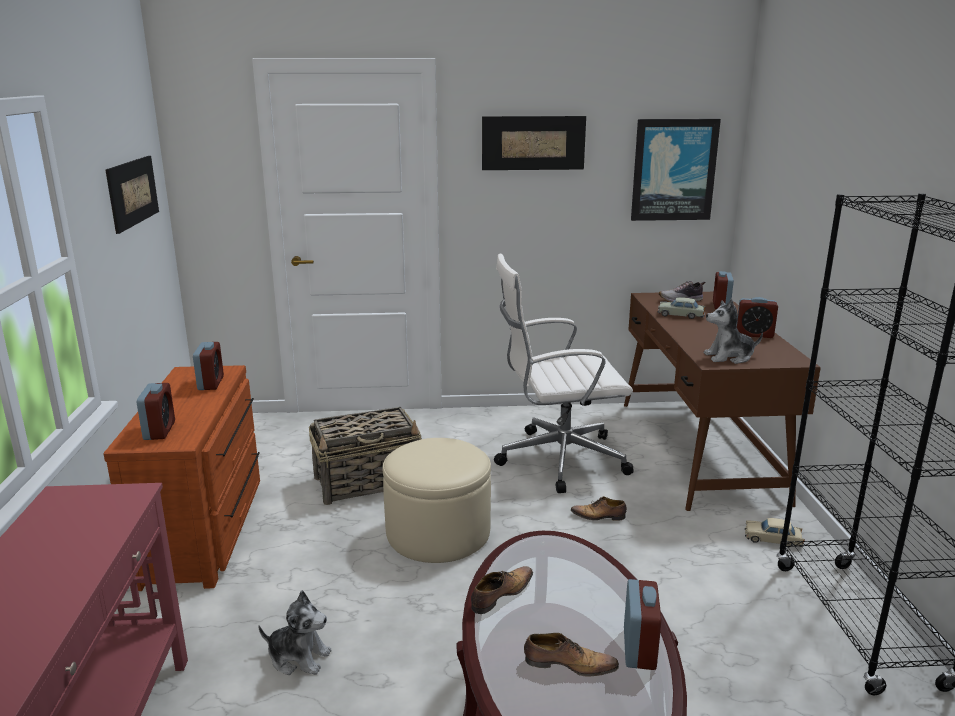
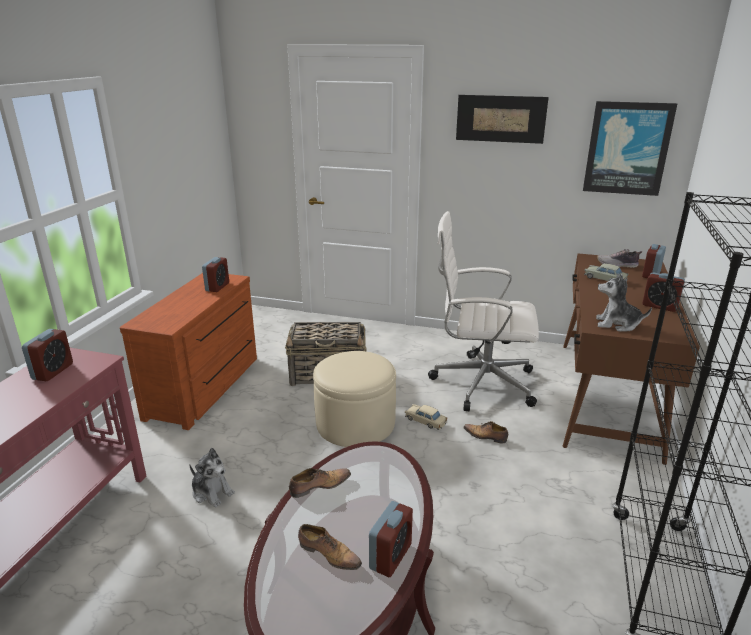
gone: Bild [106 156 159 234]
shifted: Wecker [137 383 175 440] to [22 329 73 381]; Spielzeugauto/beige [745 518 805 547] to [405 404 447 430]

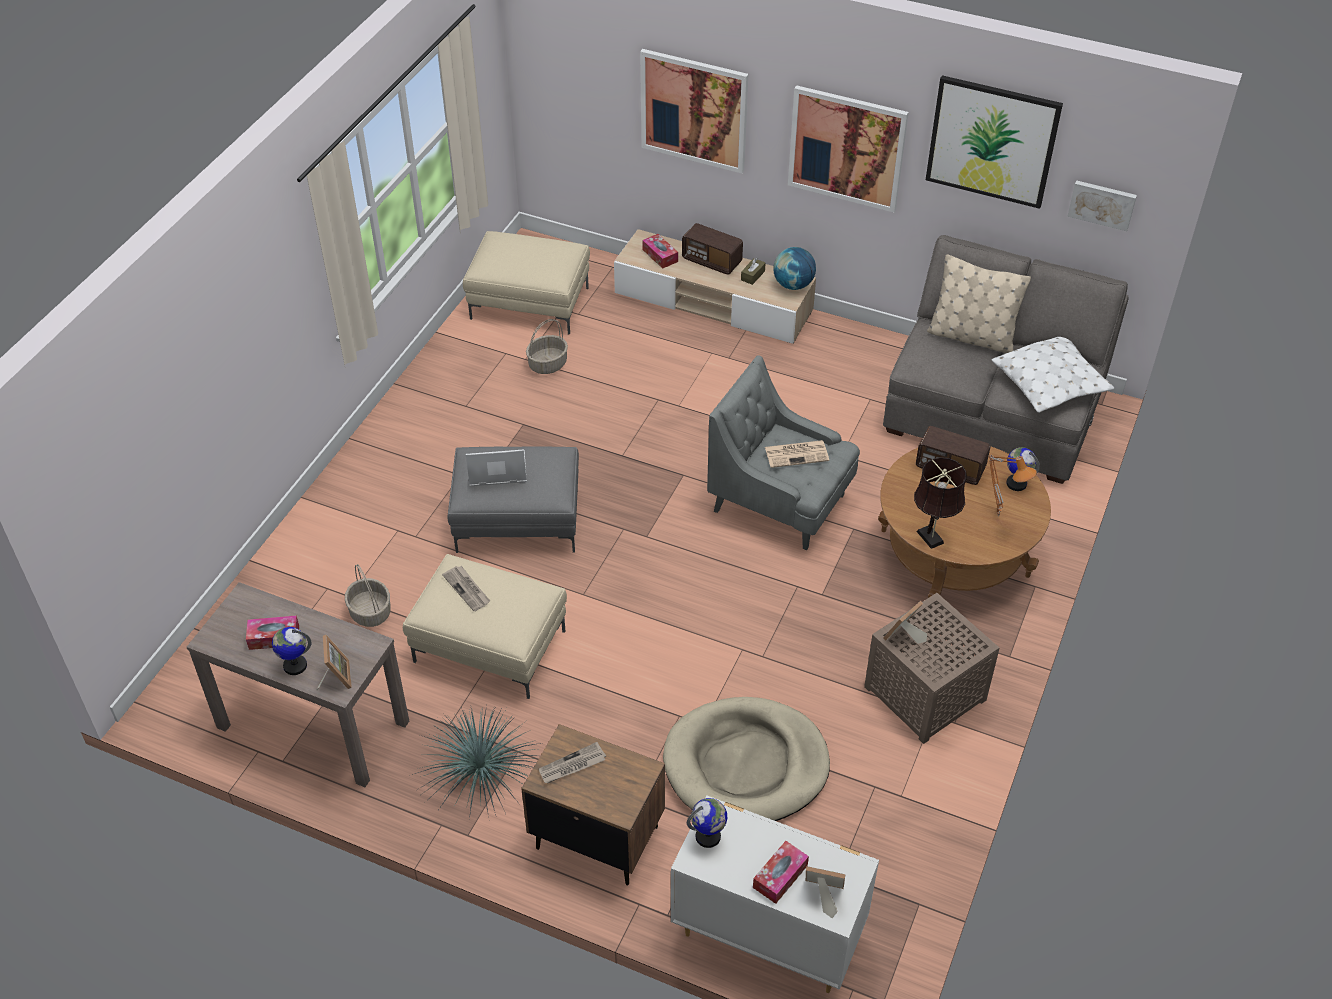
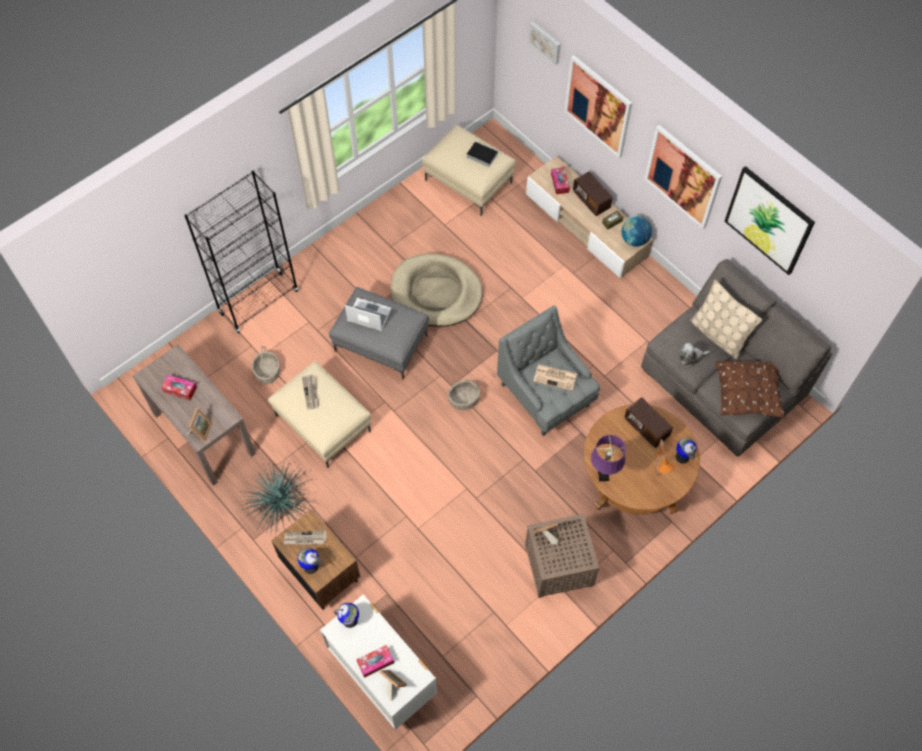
new: Bücherregal/schwarz [184 171 298 333]; Buch [467 141 498 167]; Plüschtier [680 343 711 366]
shifted: Globus [272 627 312 675] to [298 548 322 574]; Korb [526 319 568 374] to [448 379 480 410]; Hundebett/beige [663 697 830 821] to [391 253 483 327]; Bild [1067 180 1137 231] to [529 21 561 65]
repainted: Tischlampe/braun [914 457 967 549] to Tischlampe/lila [591 435 626 481]; Kissen/weiß [992 337 1114 413] to Kissen/braun [715 361 785 418]

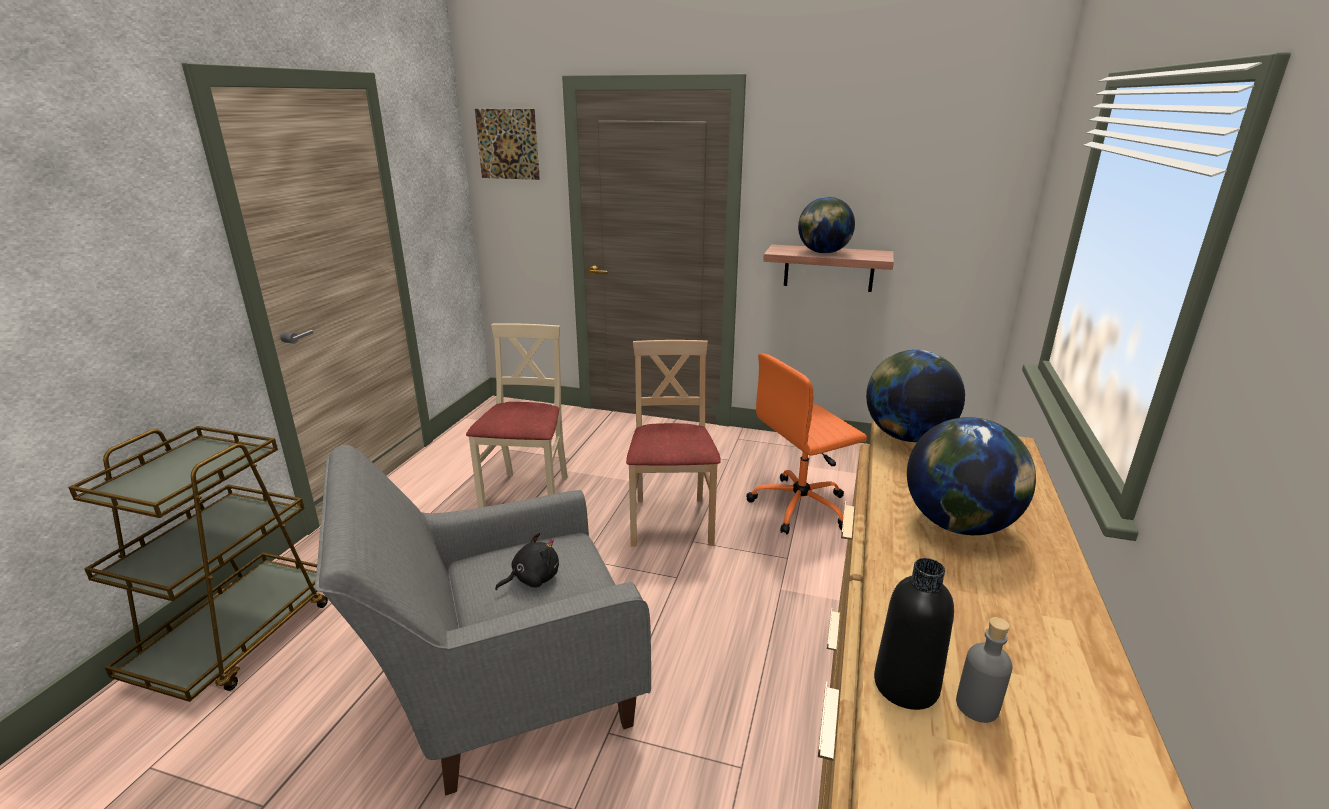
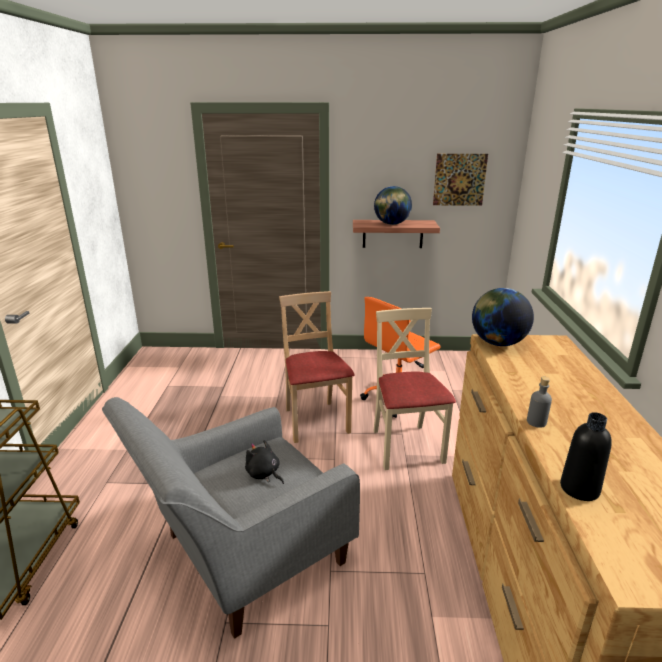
gone: Globus [907 417 1036 535]
shifted: Stuhl/beige [466 323 568 508] to [373 308 456 470]; Bild [475 109 540 180] to [433 154 488 206]; Flasche/grau [956 617 1013 723] to [527 377 552 428]
rotated: Plüschtier/schwarz [495 533 559 590] = [245 440 284 484] 90 degrees counterclockwise

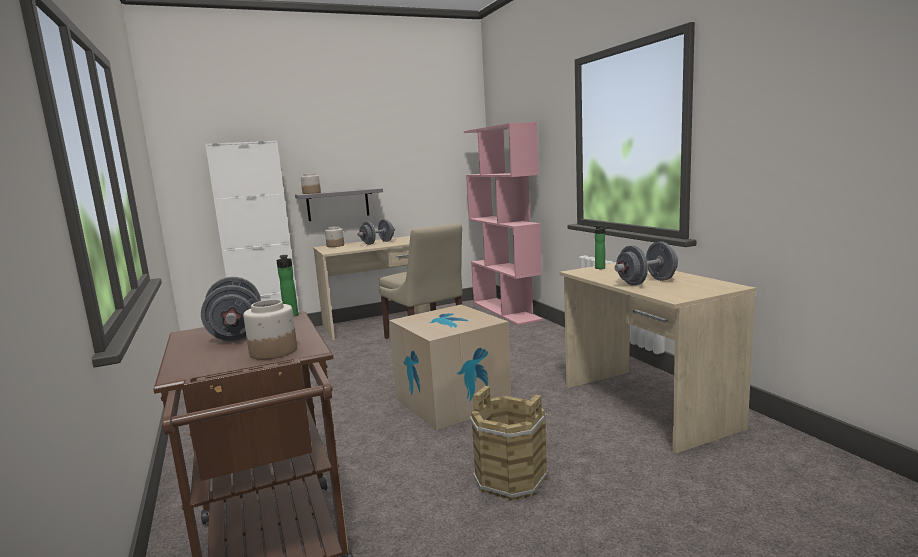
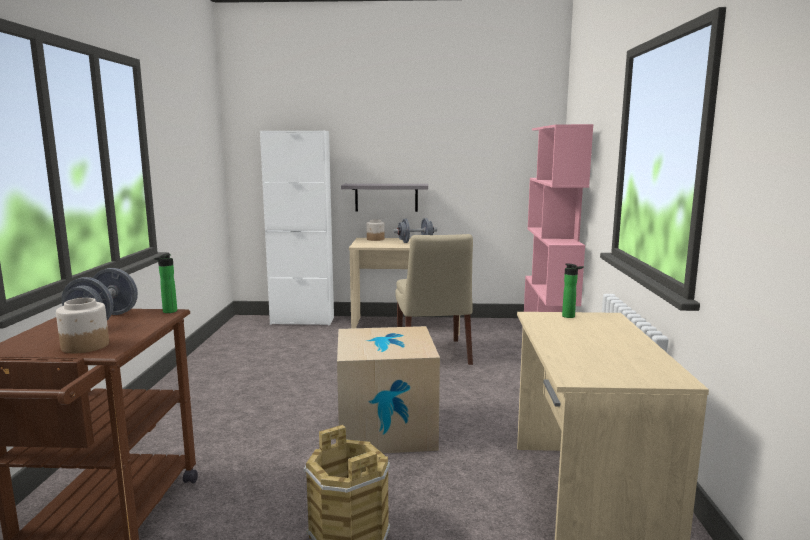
gone: Vorratsglas [301 173 321 194]; Hantel/grau [614 242 678 286]

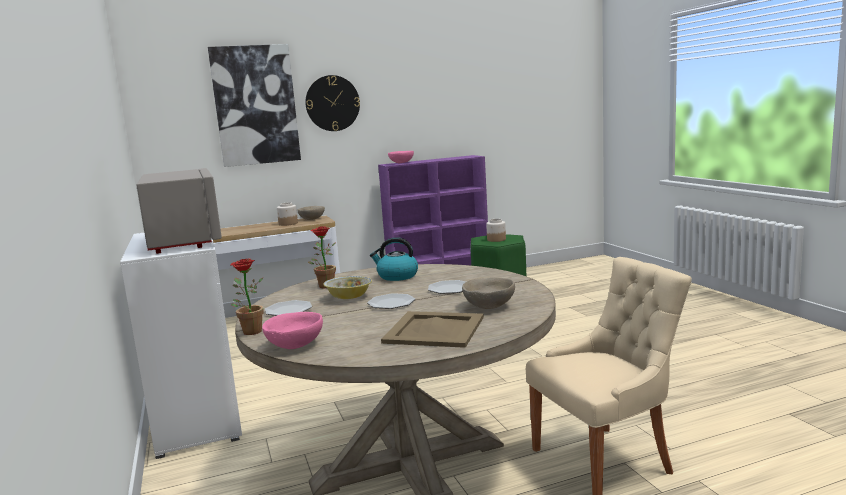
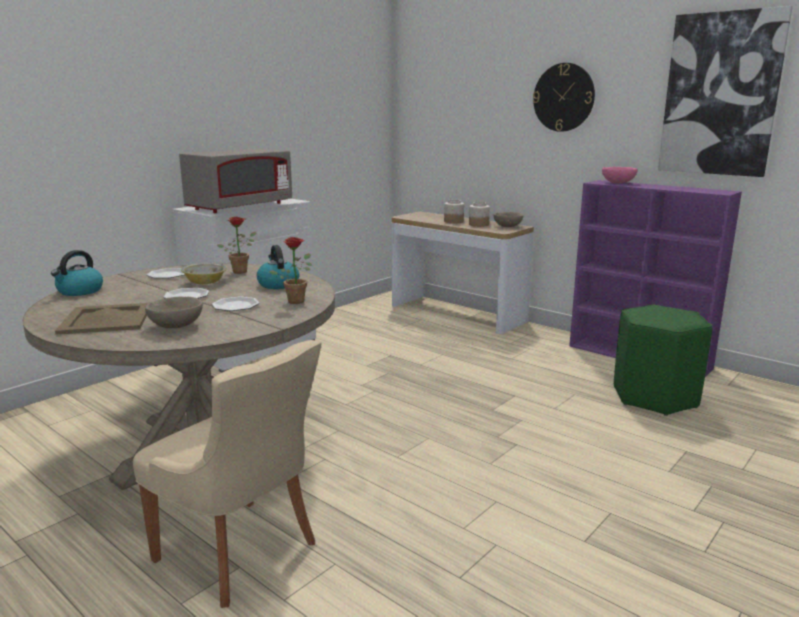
shifted: Bild [208 44 301 167] to [658 6 793 177]; Topfpflanze [230 258 263 335] to [269 237 312 304]; Vorratsglas [486 219 506 242] to [444 200 464 224]
swapped: Schüssel/rosa [262 312 323 349] to Wasserkessel [51 250 103 296]

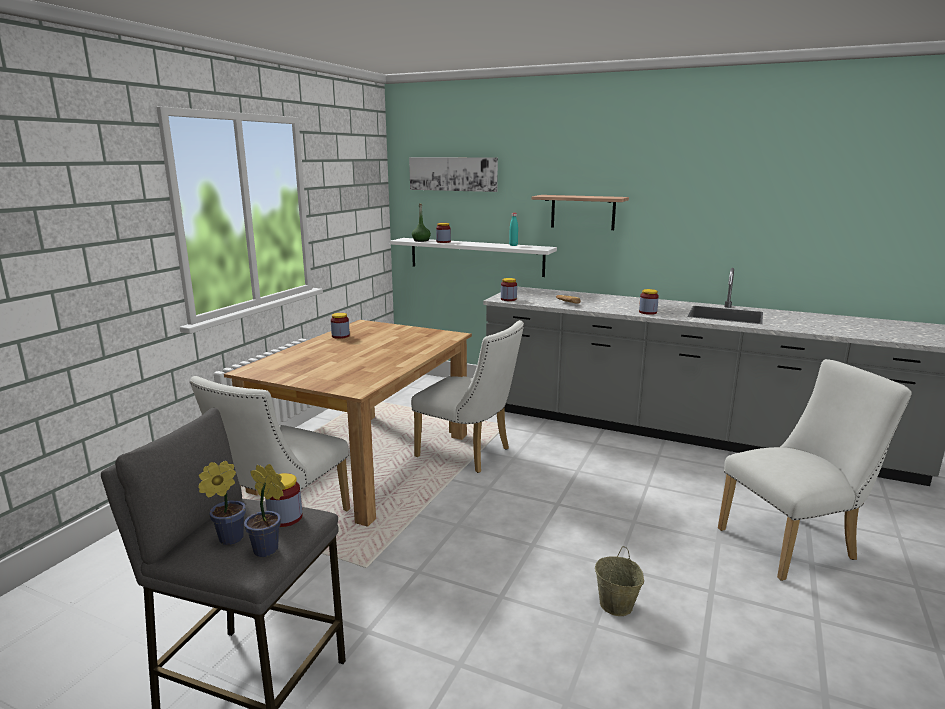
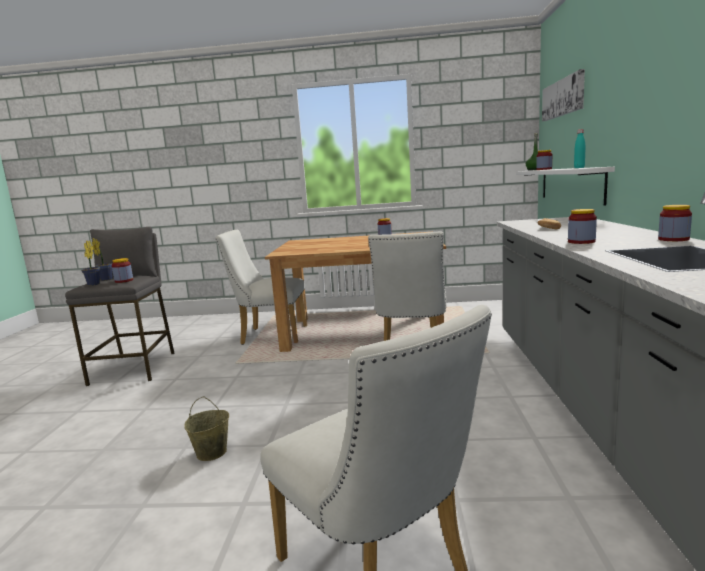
gone: Wandregal [531 195 629 230]
shifted: Vorratsglas [501 278 517 301] to [658 205 692 241]

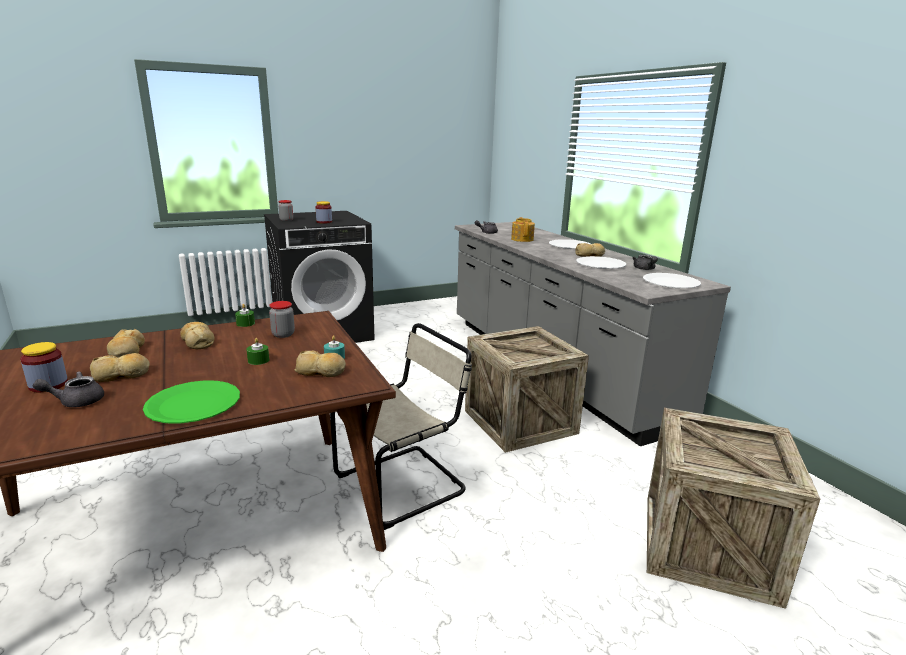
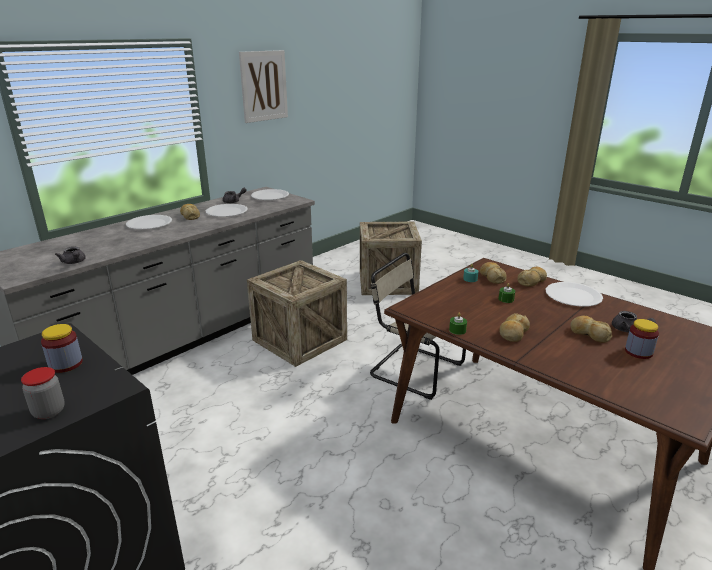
gone: Vorratsglas [269 301 295 338]; Teekanne [511 217 535 242]
new: Bild [239 50 288 123]
shifted: Brot [107 328 145 358] to [517 266 547 287]
repainted: Teller/grün [143 380 240 424] to Teller/weiß [546 282 603 307]

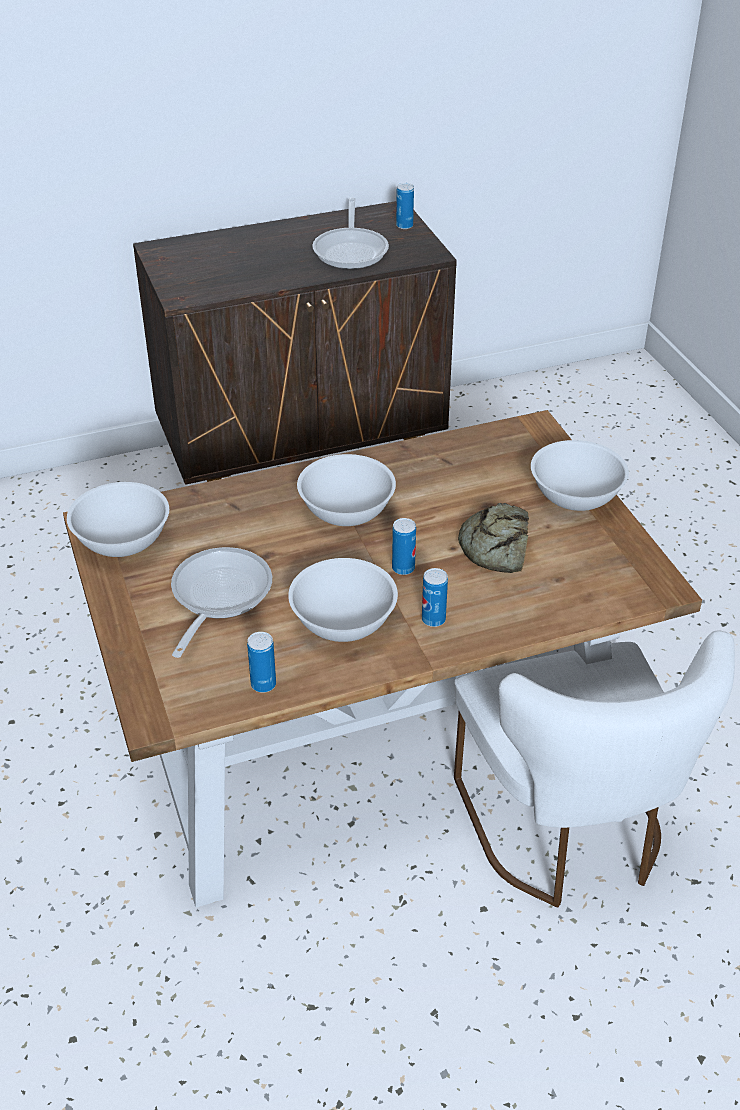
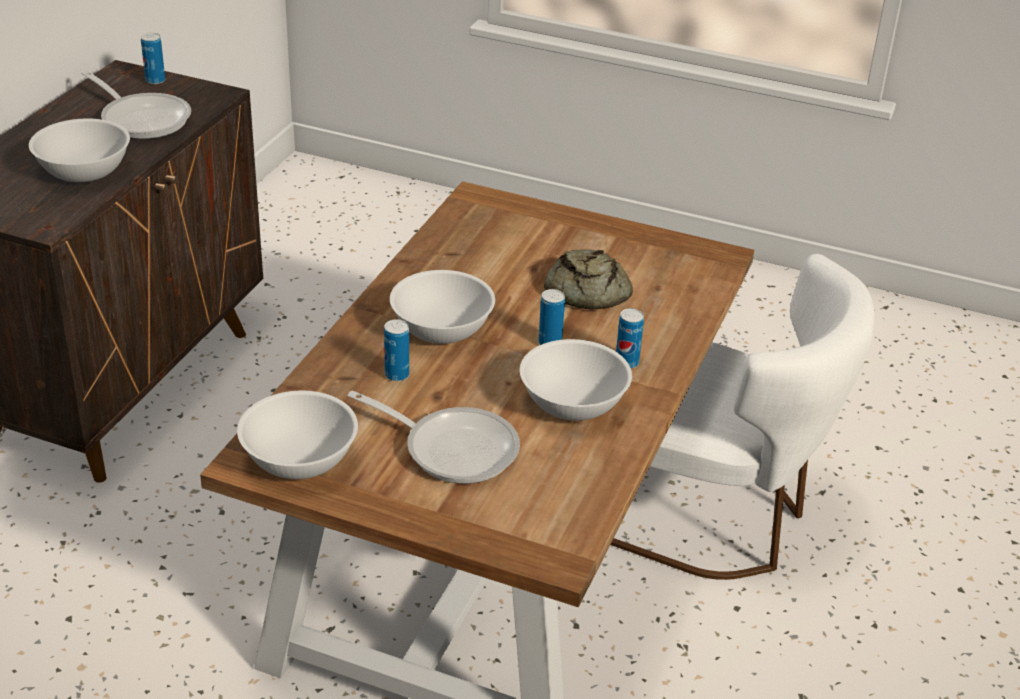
shifted: Dose [247 632 276 693] to [384 319 409 381]; Schüssel/weiß [531 440 629 511] to [29 119 130 182]
rotated: Pfanne [171 547 272 658] = [348 390 520 484] 150 degrees clockwise

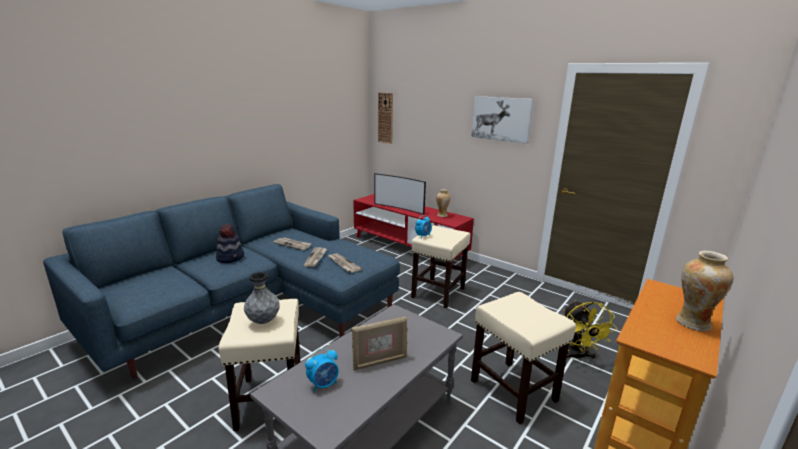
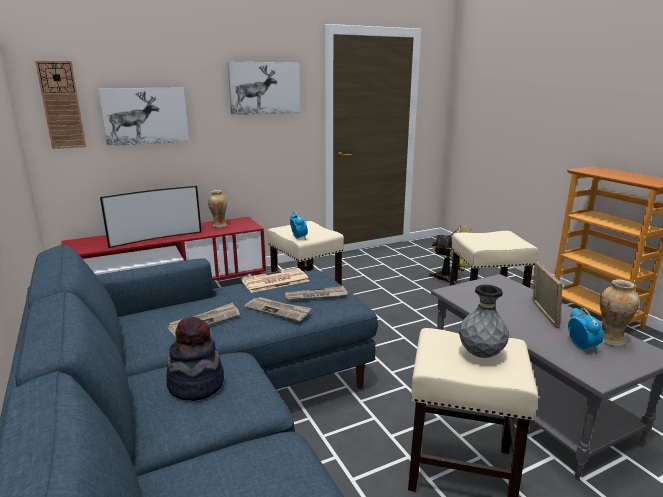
new: Bild [98 87 189 146]; Zeitung [241 268 309 293]
shifted: Vase [676 251 733 331] to [600 279 640 346]

